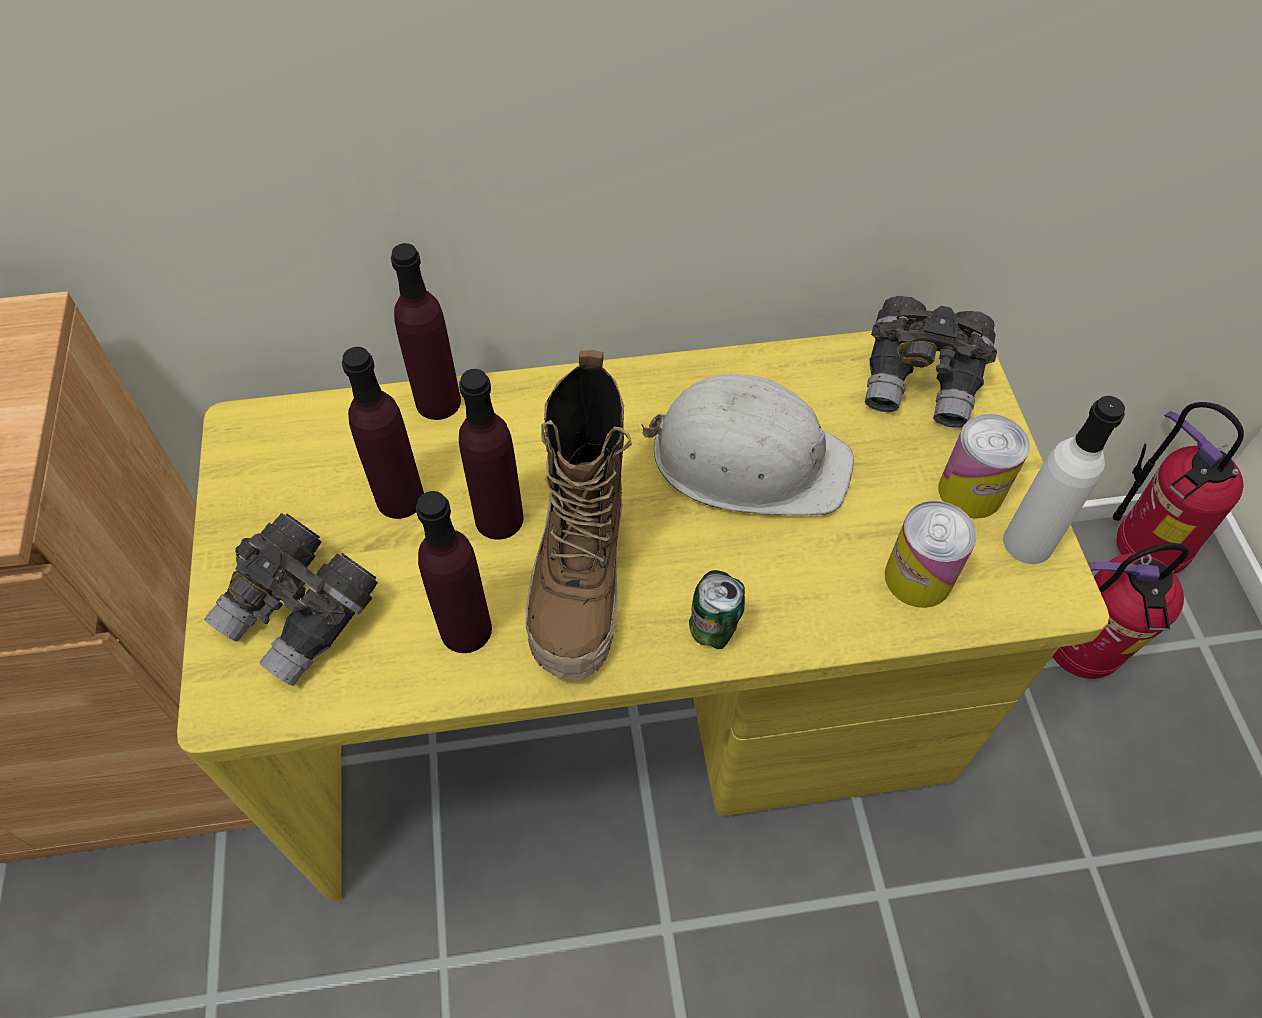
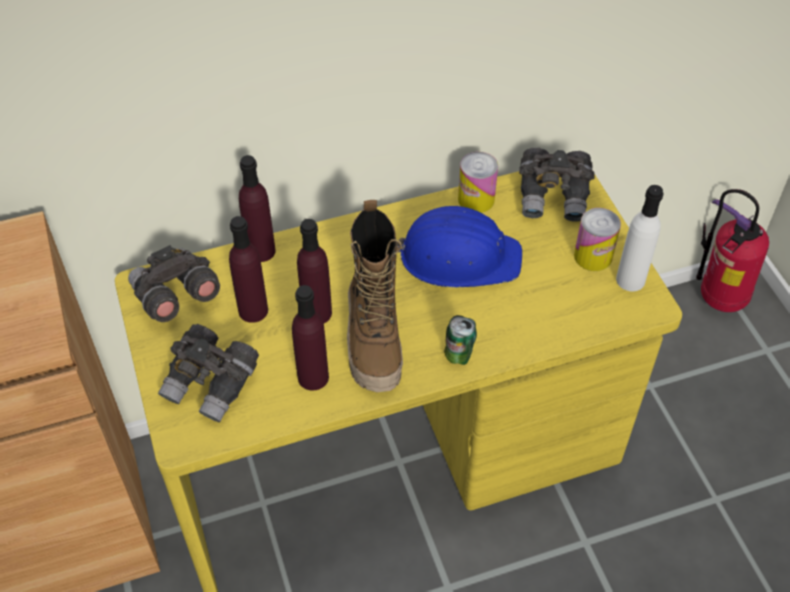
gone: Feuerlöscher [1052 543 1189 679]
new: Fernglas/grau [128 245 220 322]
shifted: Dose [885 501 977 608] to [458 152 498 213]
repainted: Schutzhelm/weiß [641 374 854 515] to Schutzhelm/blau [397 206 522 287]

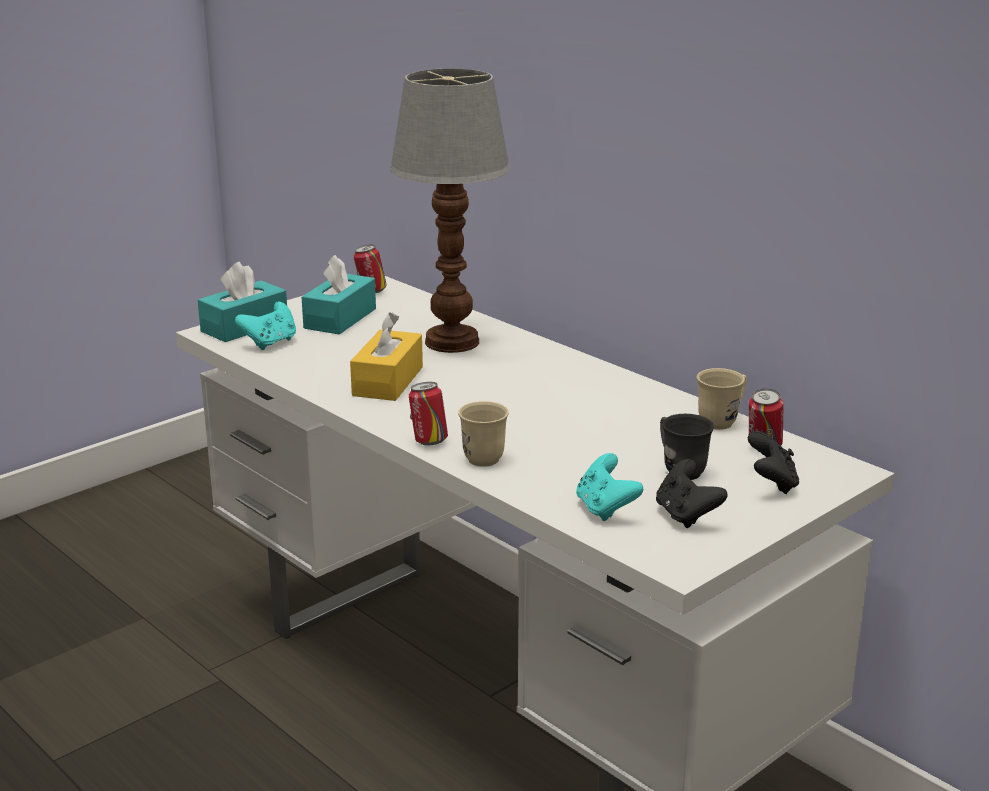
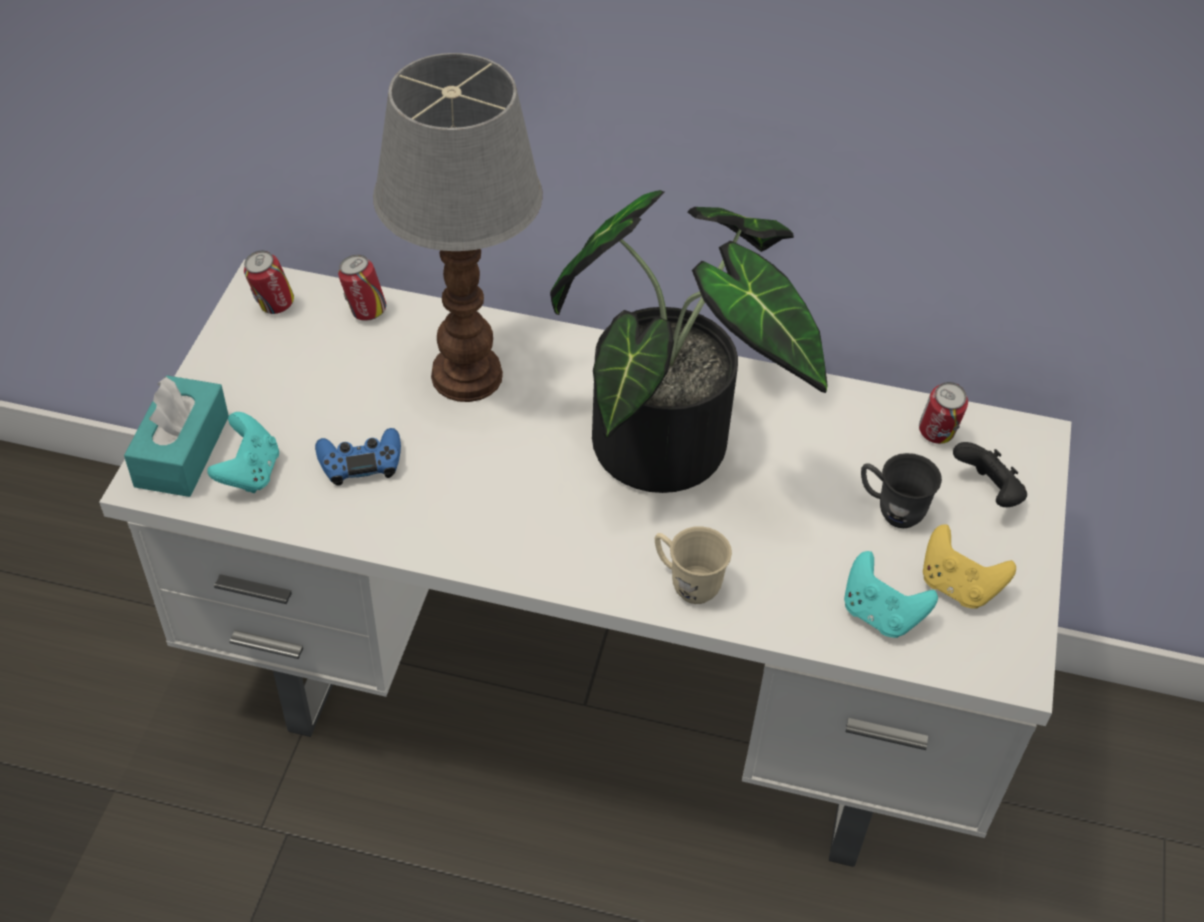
gone: Taschentuchbox/türkis [302 255 376 335]; Taschentuchbox/gelb [350 312 423 401]; Henkelbecher/beige [697 368 747 430]
new: Gamepad/blau [315 428 401 486]; Topfpflanze [550 190 828 493]
shifted: Dose [409 382 448 446] to [338 255 386 321]
repainted: Gamepad/schwarz [656 459 728 528] to Gamepad/gelb [923 524 1016 609]

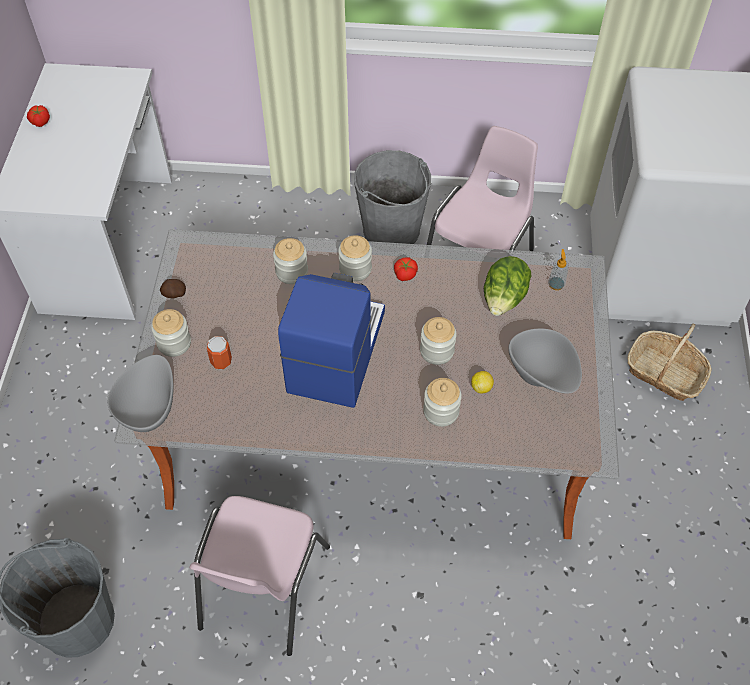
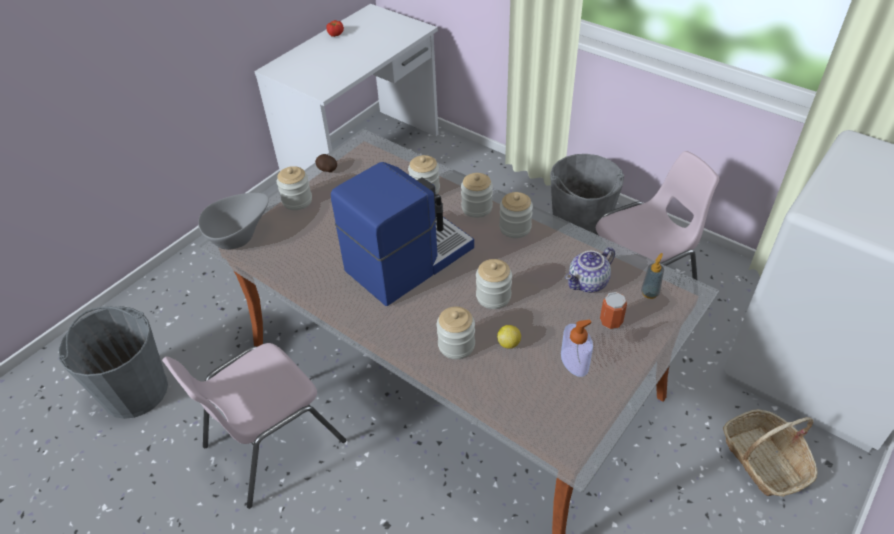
shifted: Dose [207 336 232 369] to [600 292 627 329]
swapped: Tomate [394 257 418 281] to Vorratsglas [499 192 533 238]; Salatkopf [484 256 532 316] to Teekanne [565 247 615 293]; Schüssel/grau [508 328 582 394] to Seifenspender [561 320 593 377]

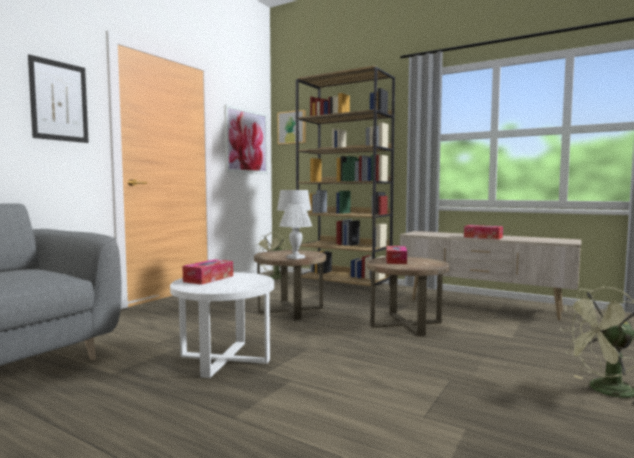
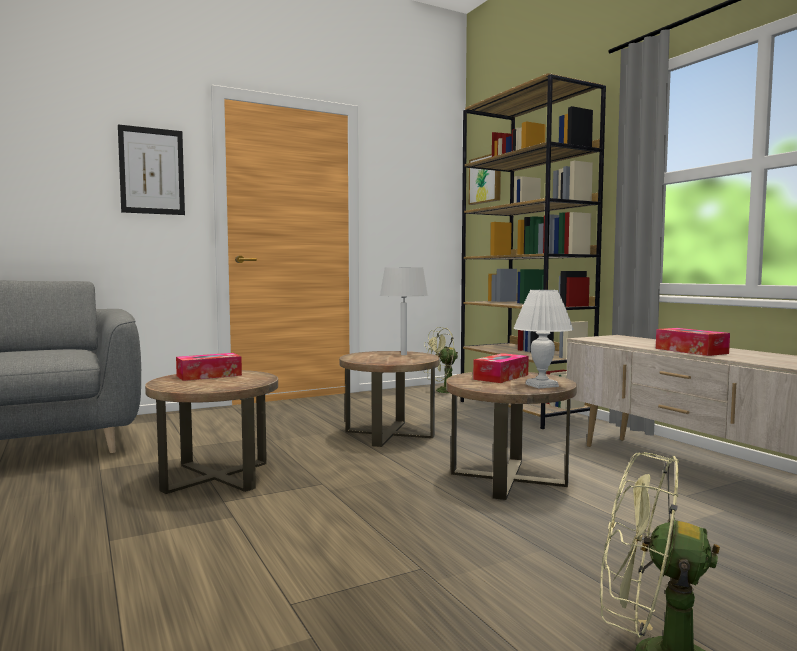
gone: Bild [224 105 268 174]
shifted: Tischlampe/weiß [279 204 312 260] to [513 290 574 388]
repainted: Beistelltisch/weiß [170 272 274 378] to Beistelltisch/braun [145 370 278 494]

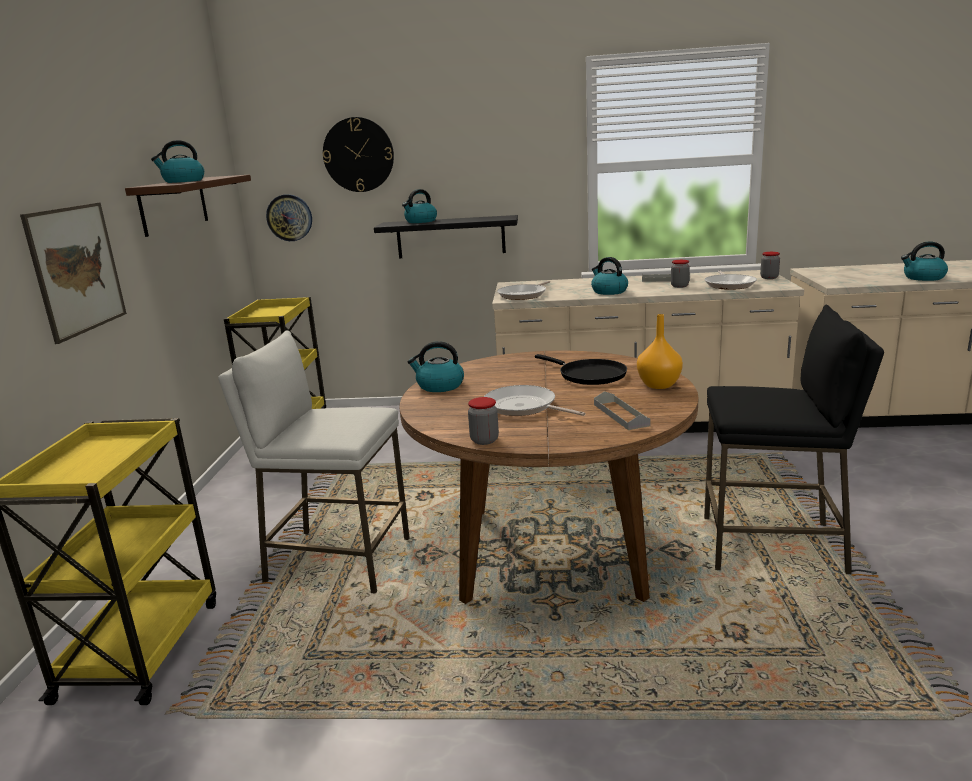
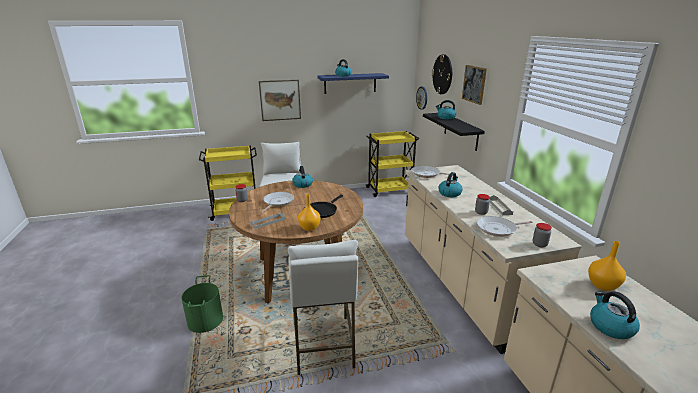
new: Eimer/grün [181 275 223 333]; Bild [462 65 487 105]; Vase/orange [588 241 626 291]
repainted: Wandregal/braun [125 175 251 237] to Wandregal/blau [317 73 389 94]; Hocker/schwarz [704 304 884 574] to Hocker/weiß [288 240 358 375]

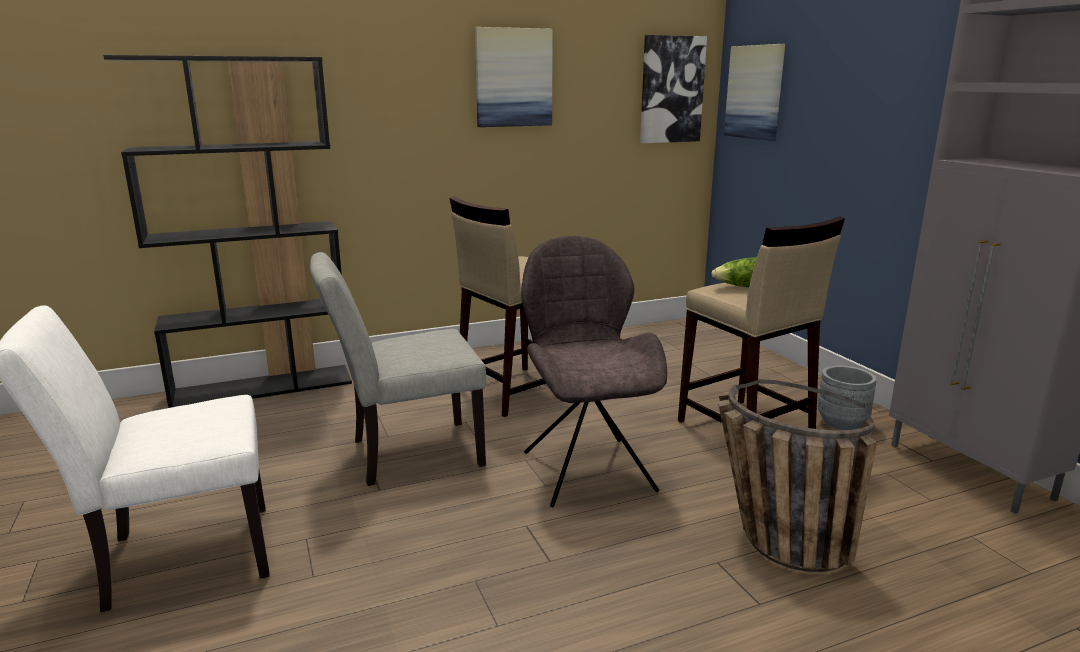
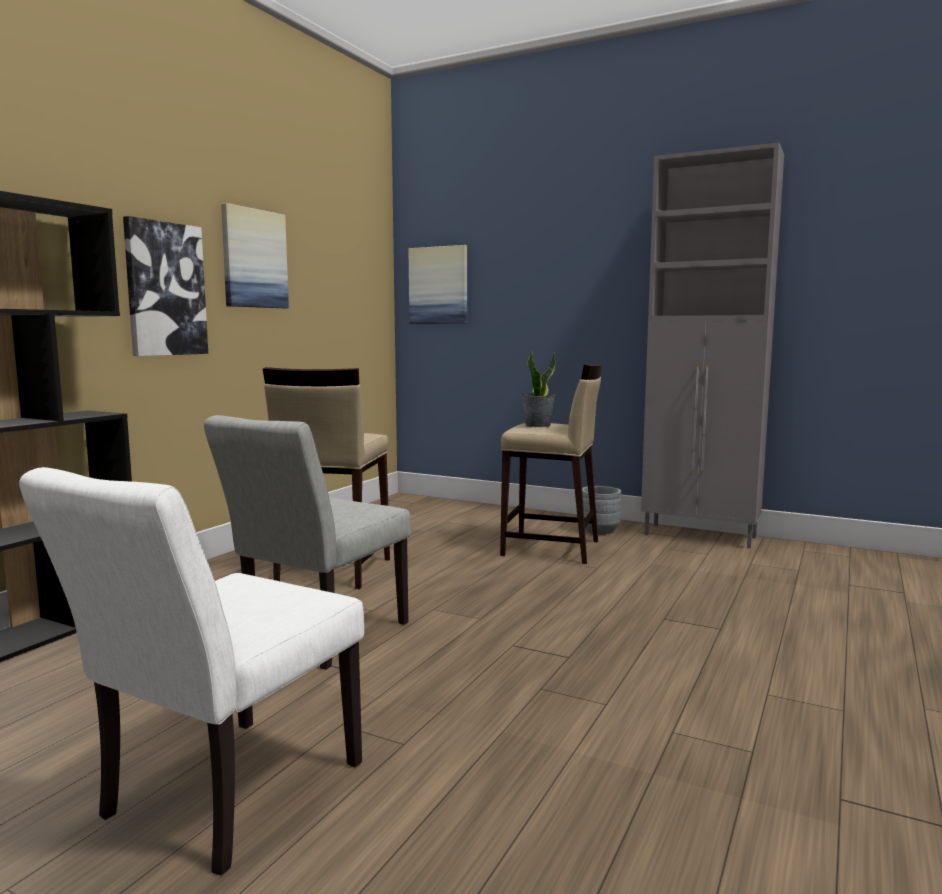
gone: Stuhl/grau [521 236 667 507]; Korb [718 379 877 572]
shifted: Bild [640 35 707 143] to [123 216 208 356]
swapped: Salatkopf [711 257 757 287] to Topfpflanze [522 351 556 427]

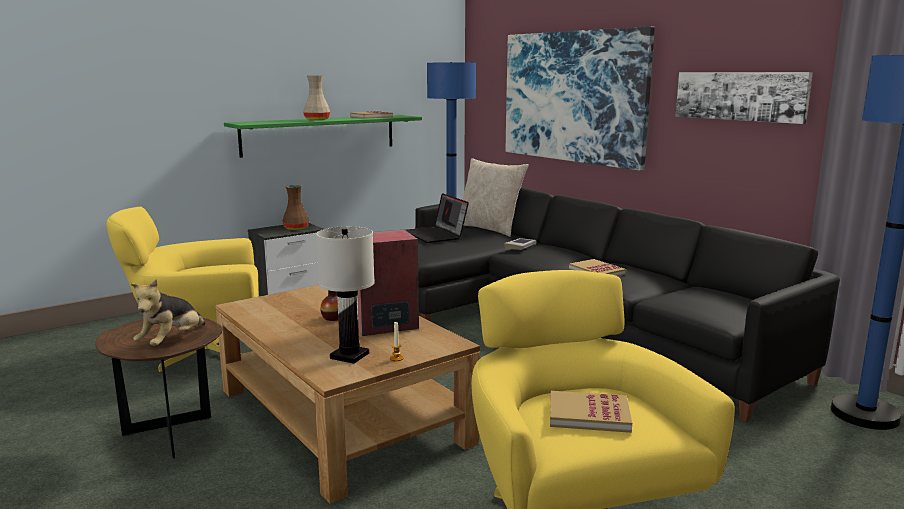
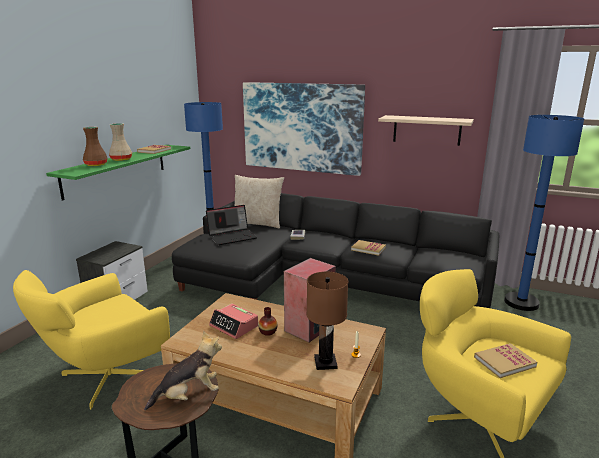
new: Wecker [209 304 258 339]
shifted: Vase/braun [282 185 309 230] to [83 127 107 166]
swapped: Bild [676 72 813 124] to Wandregal [378 115 474 146]
repainted: Tischlampe/weiß [316 226 375 364] to Tischlampe/braun [307 272 348 370]
rotated: Plüschtier [130 279 205 346] = [144 331 222 411] 105 degrees counterclockwise; Laptop [406 193 469 243] = [206 205 257 245] 60 degrees counterclockwise

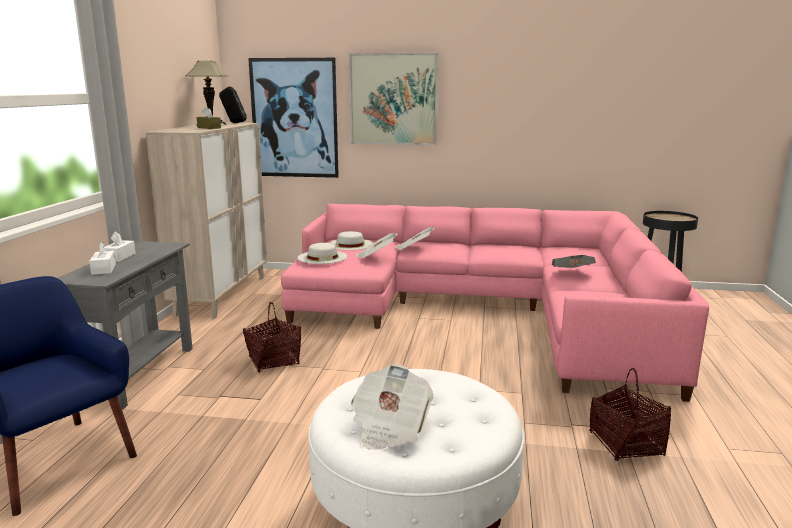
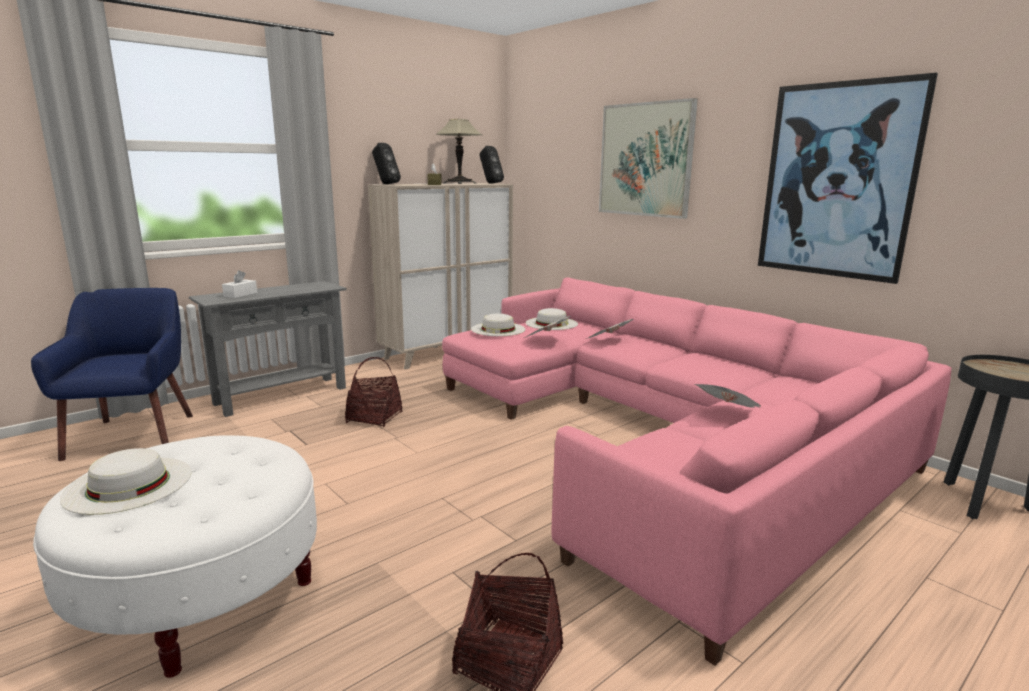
gone: Taschentuchbox/weiß [104 231 136 262]
new: Lautsprecher/schwarz [372 143 401 184]
shifted: Bild [248 58 339 178] to [758 73 938 284]
swapped: Zeitung [351 364 434 450] to Hut/weiß [60 448 192 515]

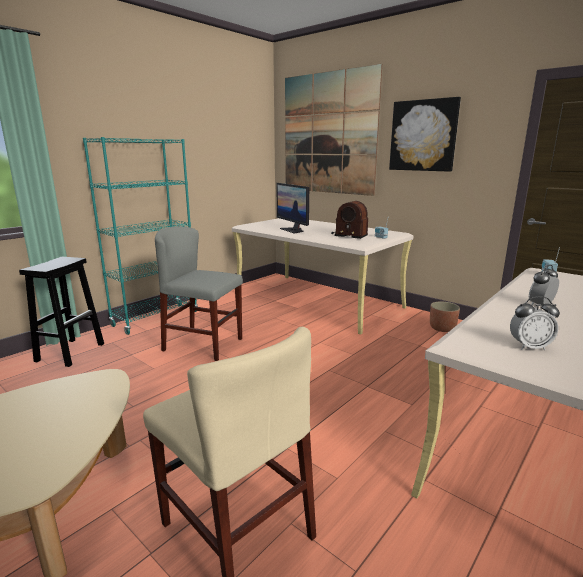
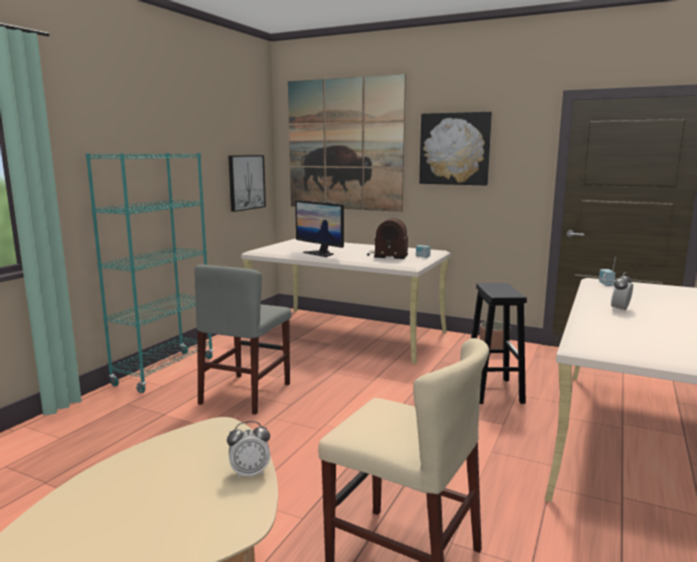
new: Bild [228 155 266 212]
shifted: Hocker/schwarz [19 257 104 367] to [471 283 527 404]; Wecker [510 296 560 350] to [227 421 270 479]
rotated: Stuhl/grau [155 227 243 361] = [194 265 292 415] 75 degrees counterclockwise

